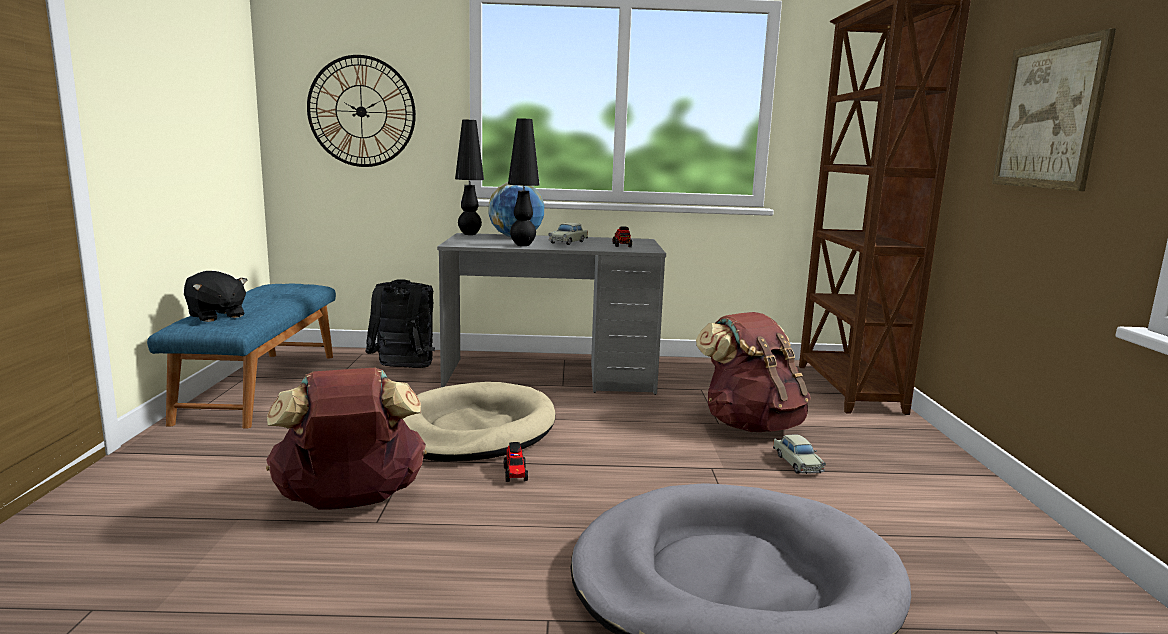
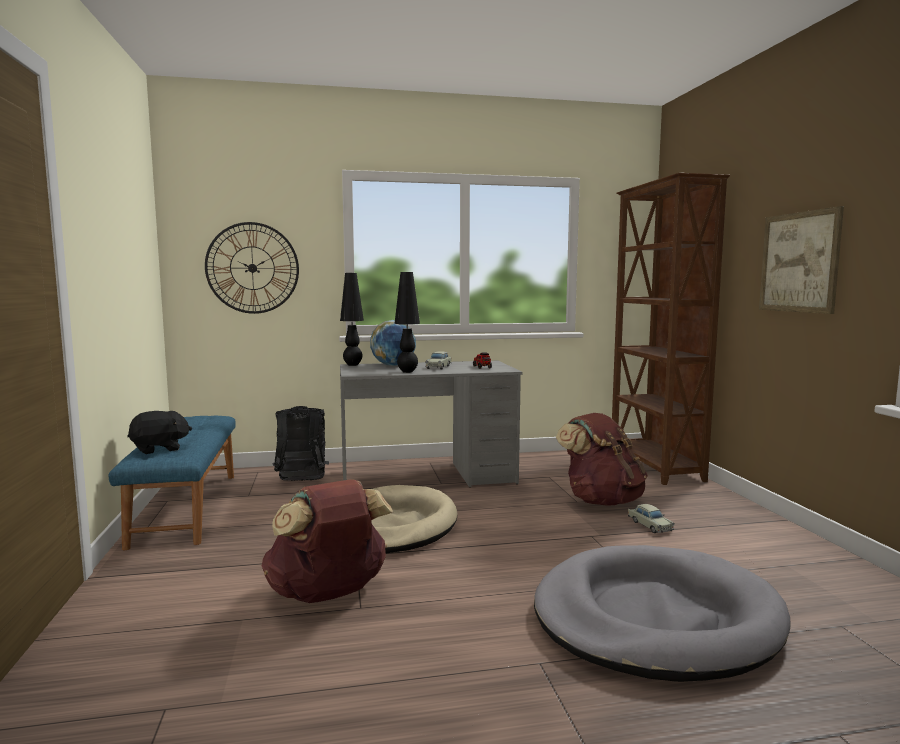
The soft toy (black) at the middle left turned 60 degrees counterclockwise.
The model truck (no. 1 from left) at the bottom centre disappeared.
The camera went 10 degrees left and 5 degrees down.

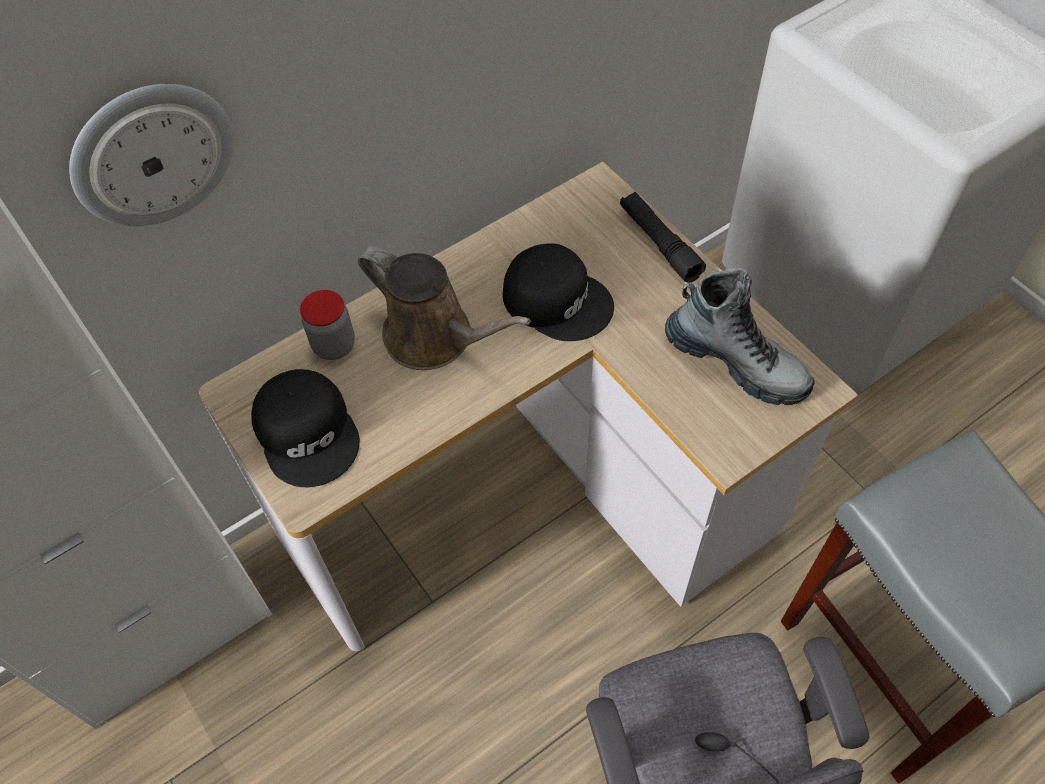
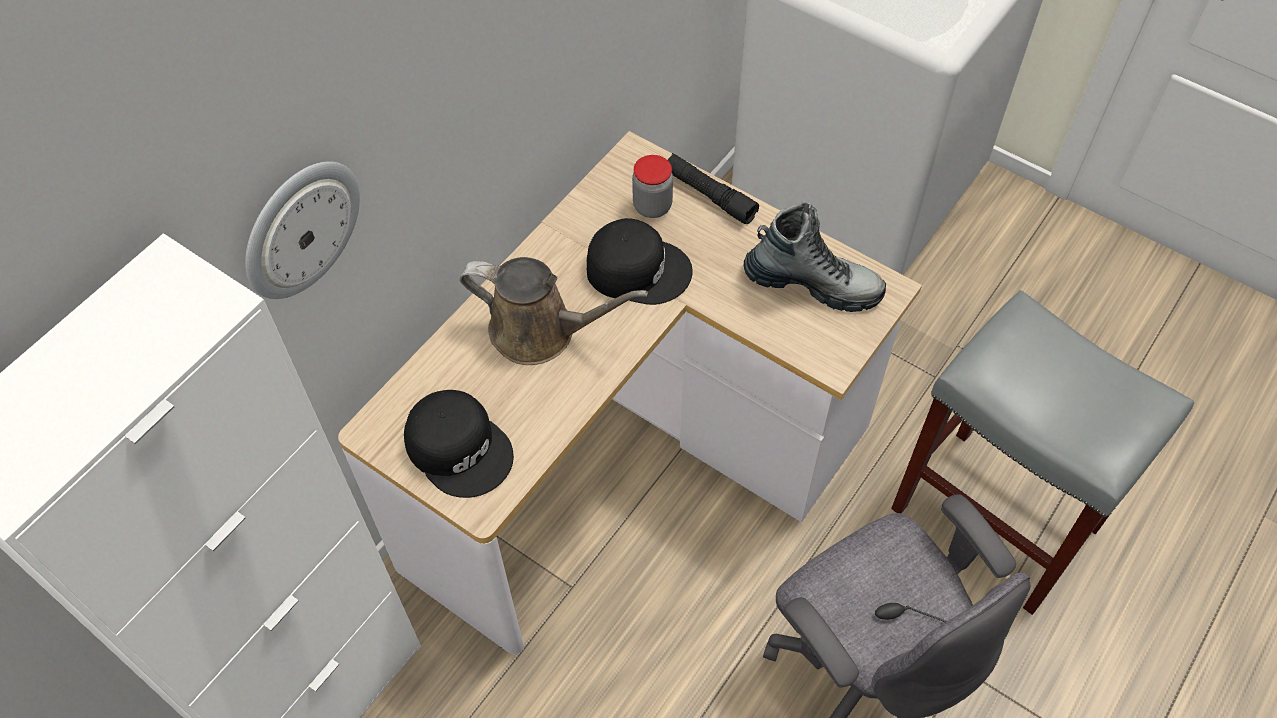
The preserve jar moved from the middle left to the top centre.
The camera went 20 degrees left and 0 degrees up.

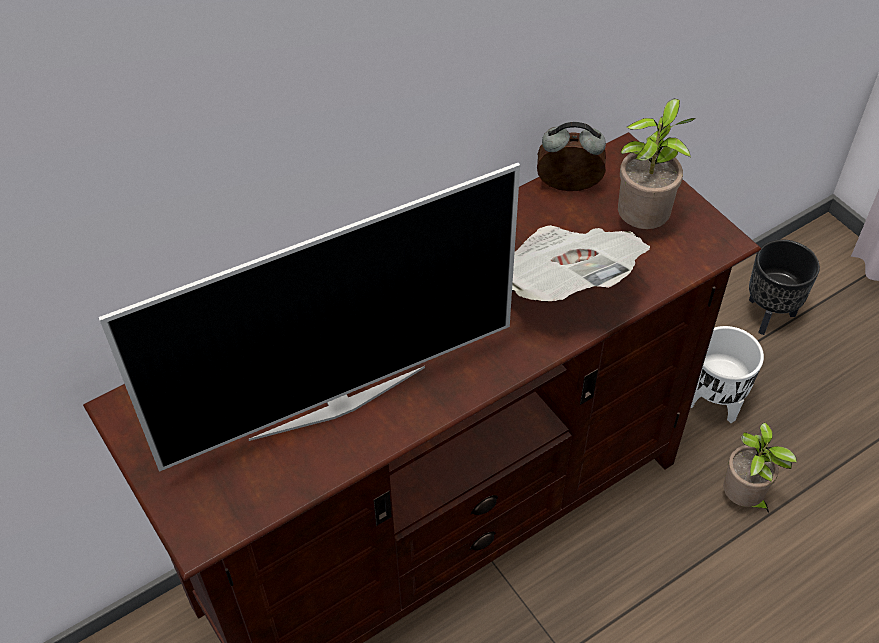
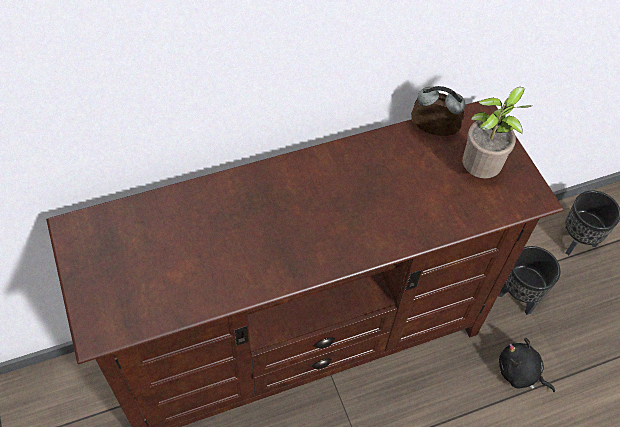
The TV at the centre disappeared.
The newspaper at the centre disappeared.
The planter (whitish) at the middle right became the planter (black) (no. 1 from left) at the middle right.
The plant in a pot (no. 2 from left) at the bottom right was replaced by the soft toy (black) at the bottom right.
The camera went 10 degrees right and 5 degrees up.

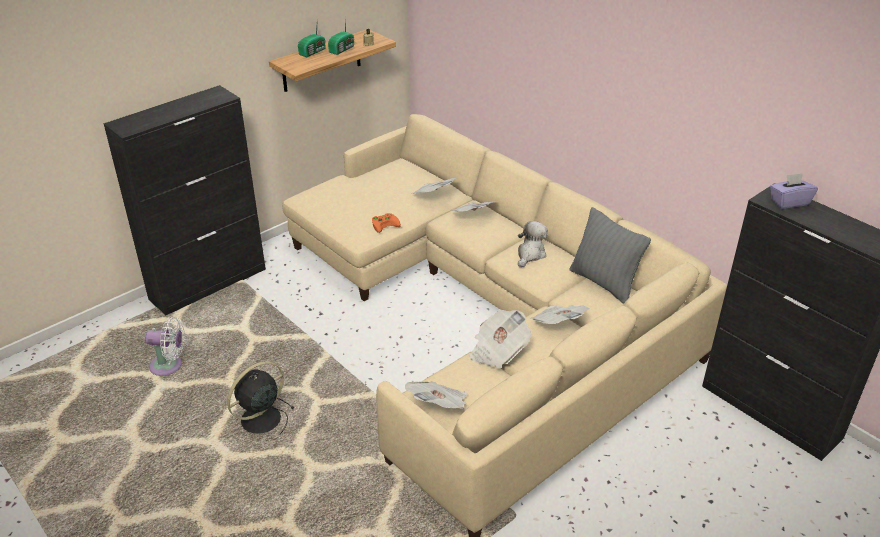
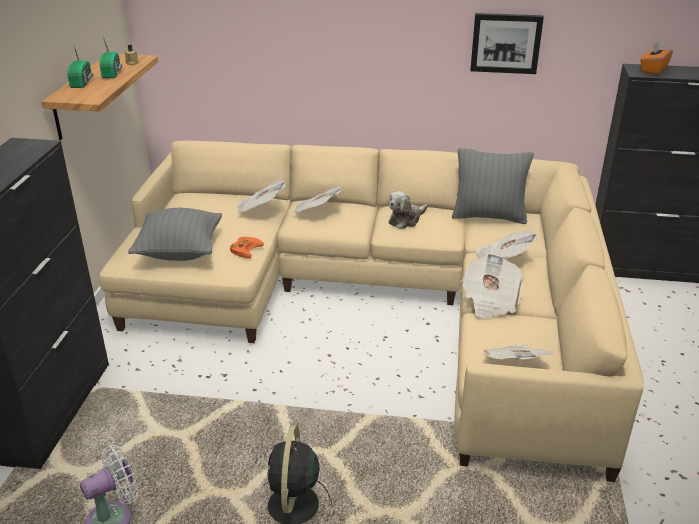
The soft toy at the centre turned 120 degrees counterclockwise.
The box of tissues (purple-coloured) at the middle right became the box of tissues (orange) at the top right.
The cushion (gray) (no. 1 from left) at the middle left appeared.
The picture at the top right appeared.
The camera went 40 degrees left and 5 degrees down.

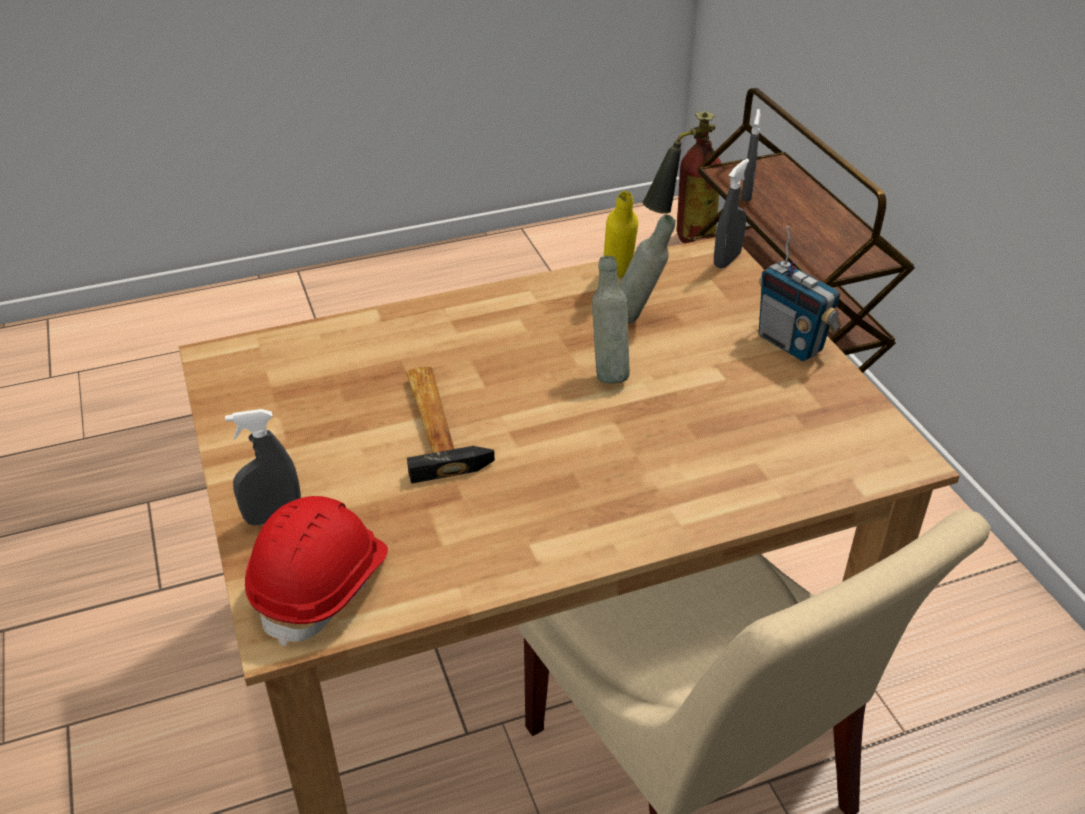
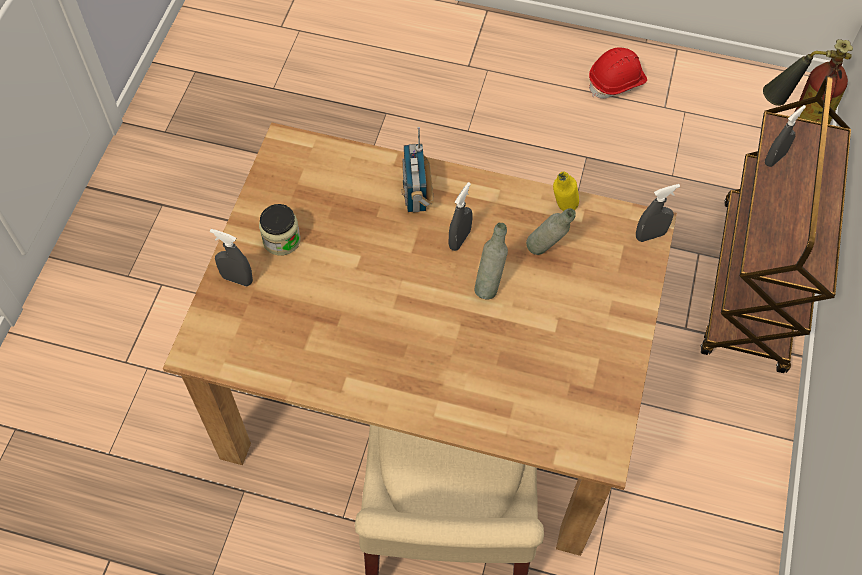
The hard hat (reddish) moved from the bottom left to the top right.
The hammer at the centre disappeared.
The radio set moved from the middle right to the top centre.
The preserve jar at the middle left appeared.
The spray bottle (gray) (no. 2 from left) at the centre appeared.
The camera went 35 degrees right and 20 degrees up.

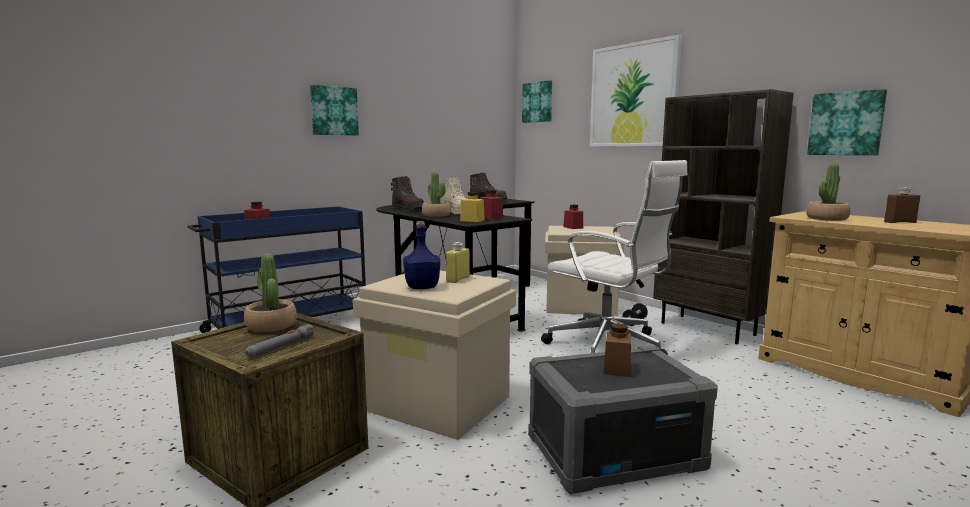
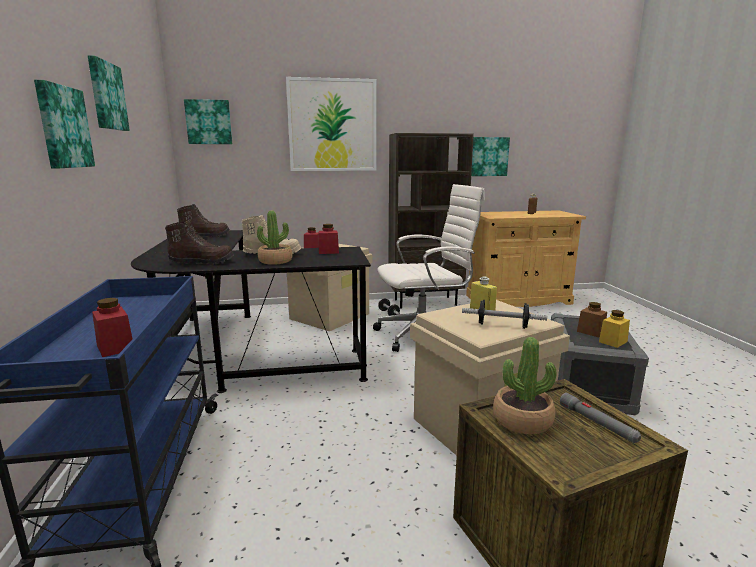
The bottle (bluish) at the centre was replaced by the dumbbell (no. 2 from left) at the middle right.
The preserve jar (yellow-coloured) moved from the centre to the middle right.
The plant in a pot (no. 3 from left) at the middle right disappeared.
The picture (no. 2 from left) at the top left appeared.
The camera went 60 degrees left and 5 degrees up.

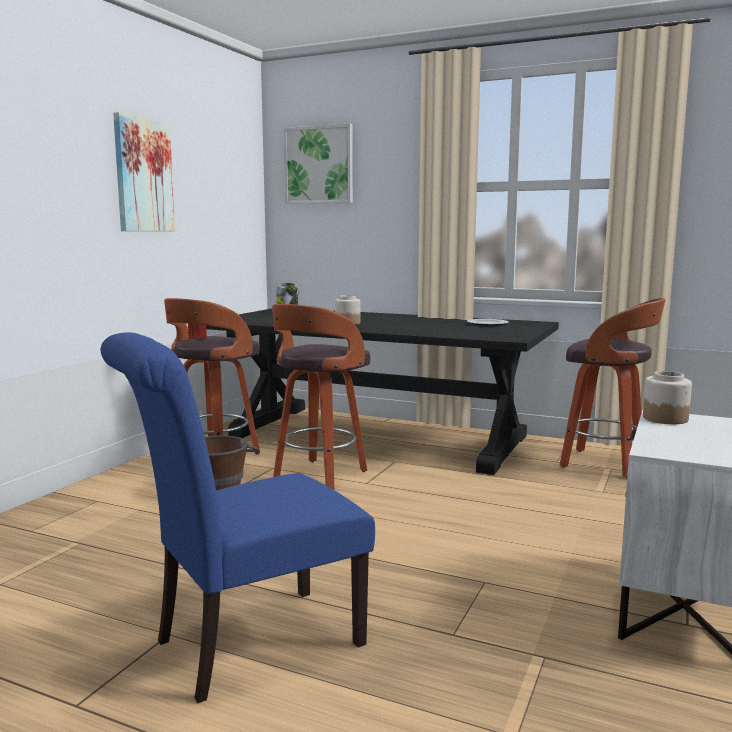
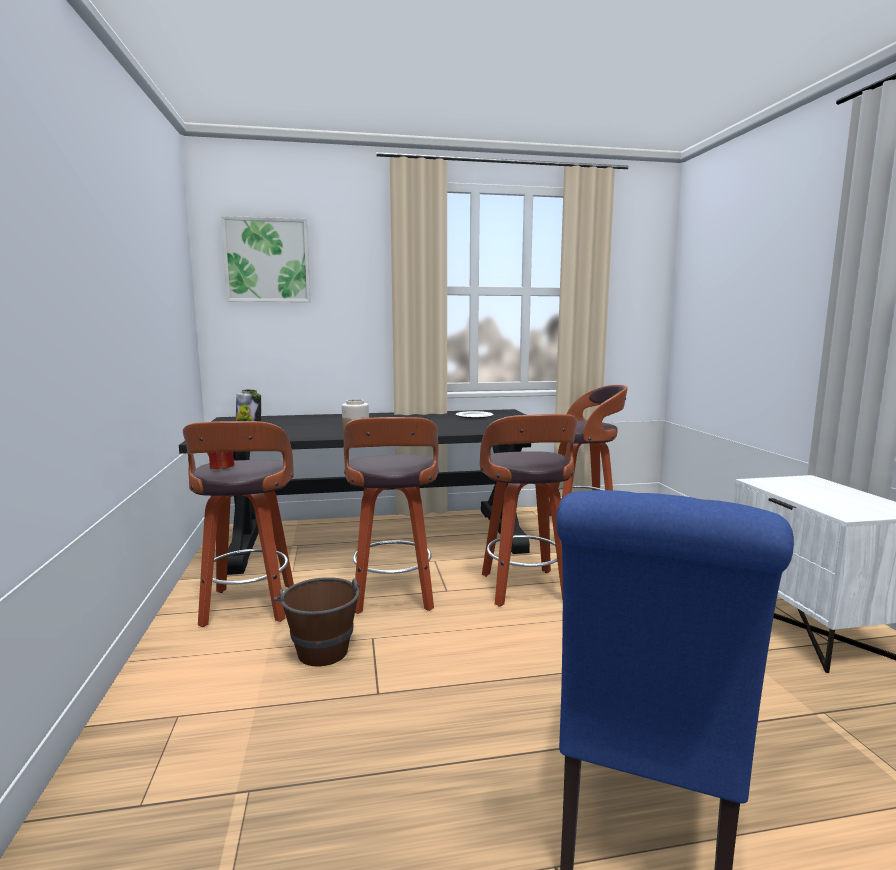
The picture (no. 1 from left) at the top left disappeared.
The preserve jar (no. 3 from left) at the middle right disappeared.
The sitting stool (no. 3 from left) at the centre appeared.
The camera went 35 degrees left and 0 degrees up.

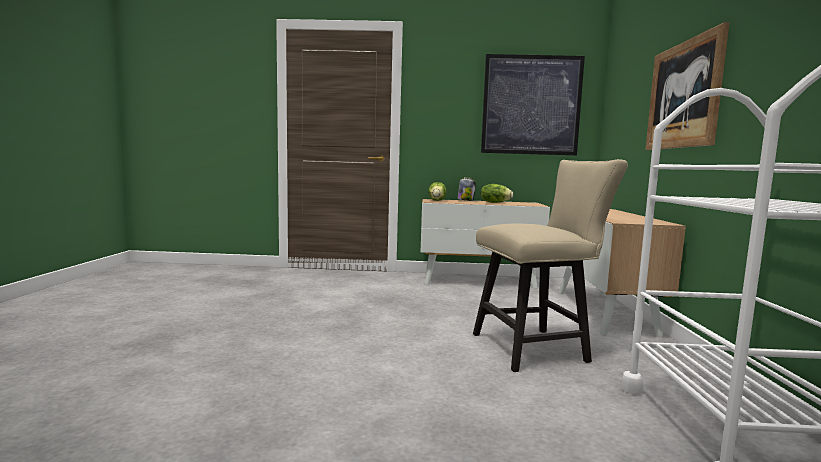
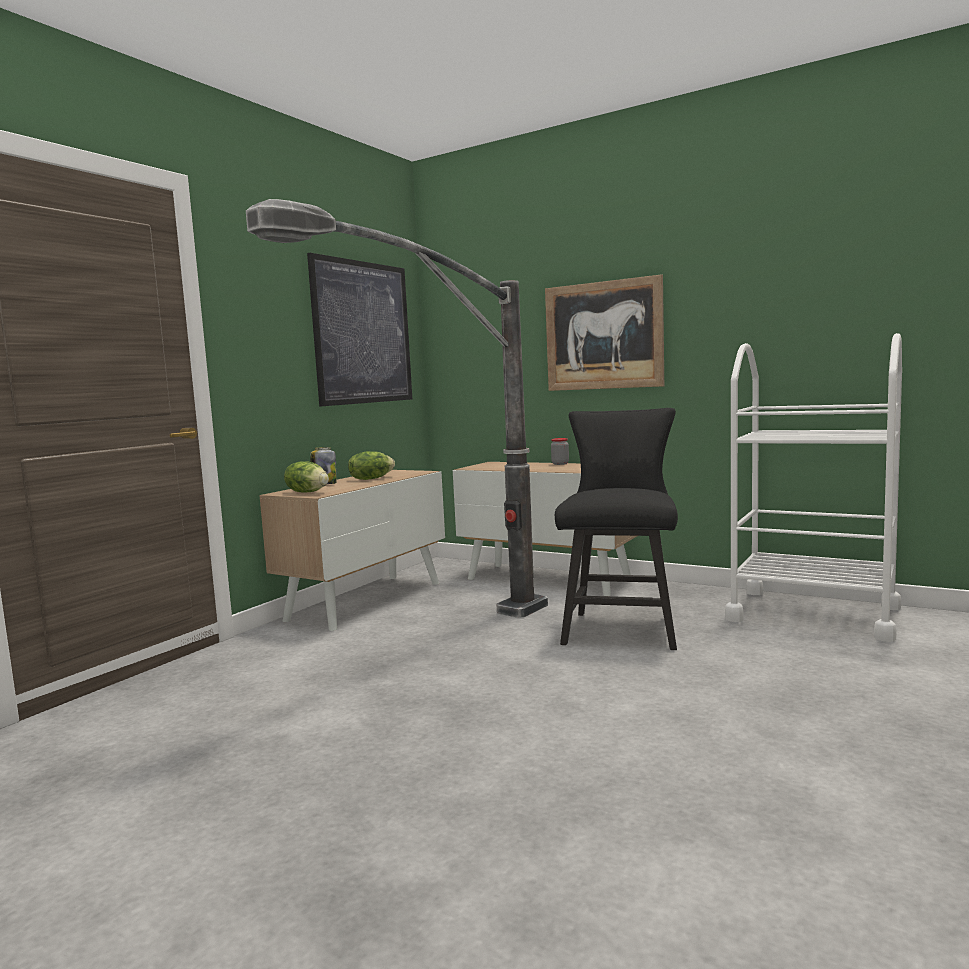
The chair (sand-coloured) at the middle right became the chair (black) at the centre.
The standing lamp at the centre appeared.
The preserve jar (no. 2 from left) at the centre appeared.
The camera went 60 degrees left and 0 degrees up.

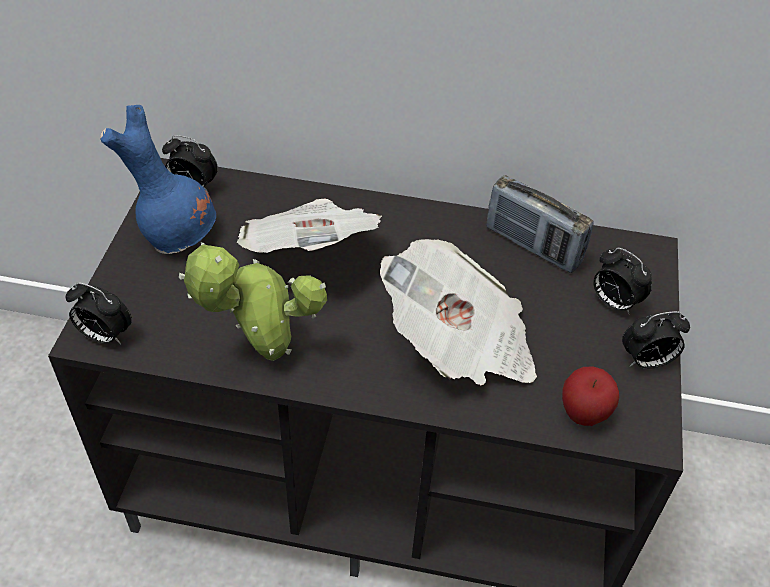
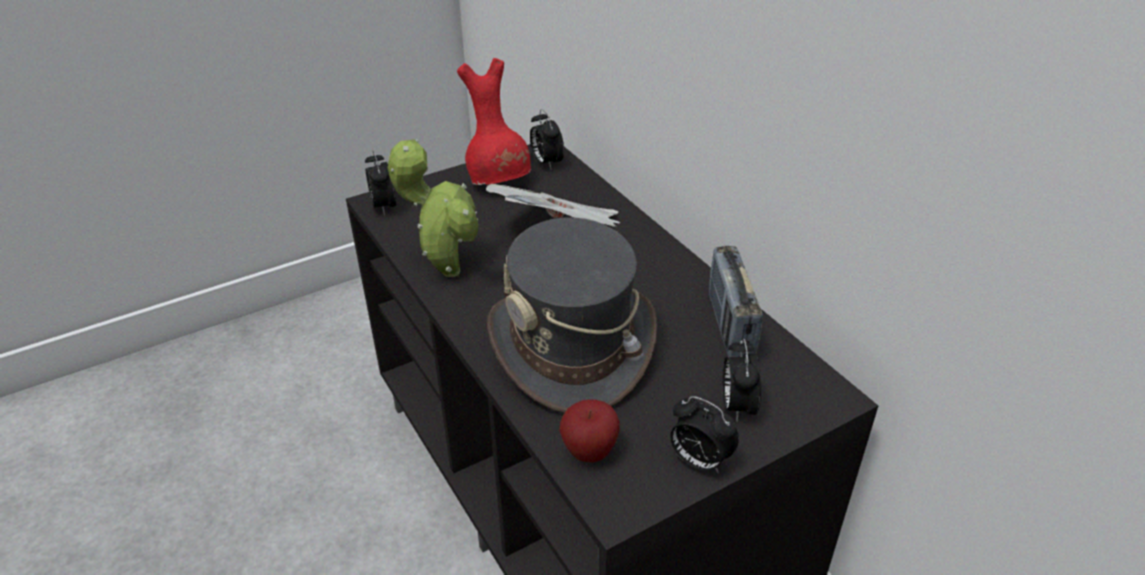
The vase (bluish) at the top left became the vase (reddish) at the top centre.
The newspaper (no. 2 from left) at the centre was replaced by the wearable hat (gray) at the centre.
The camera went 50 degrees right and 10 degrees down.

